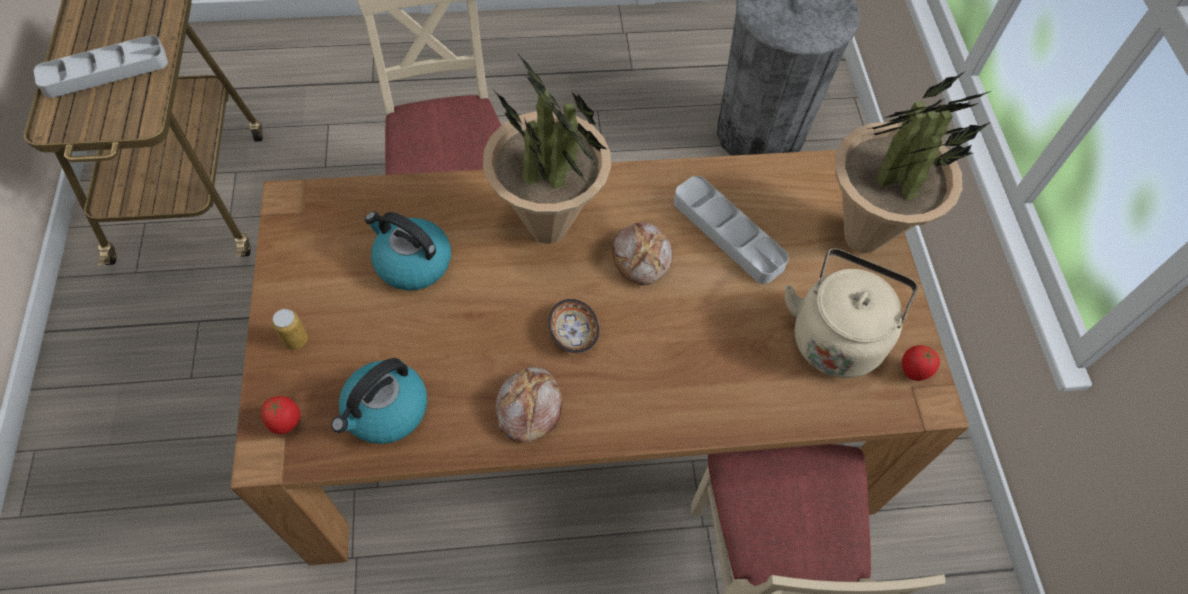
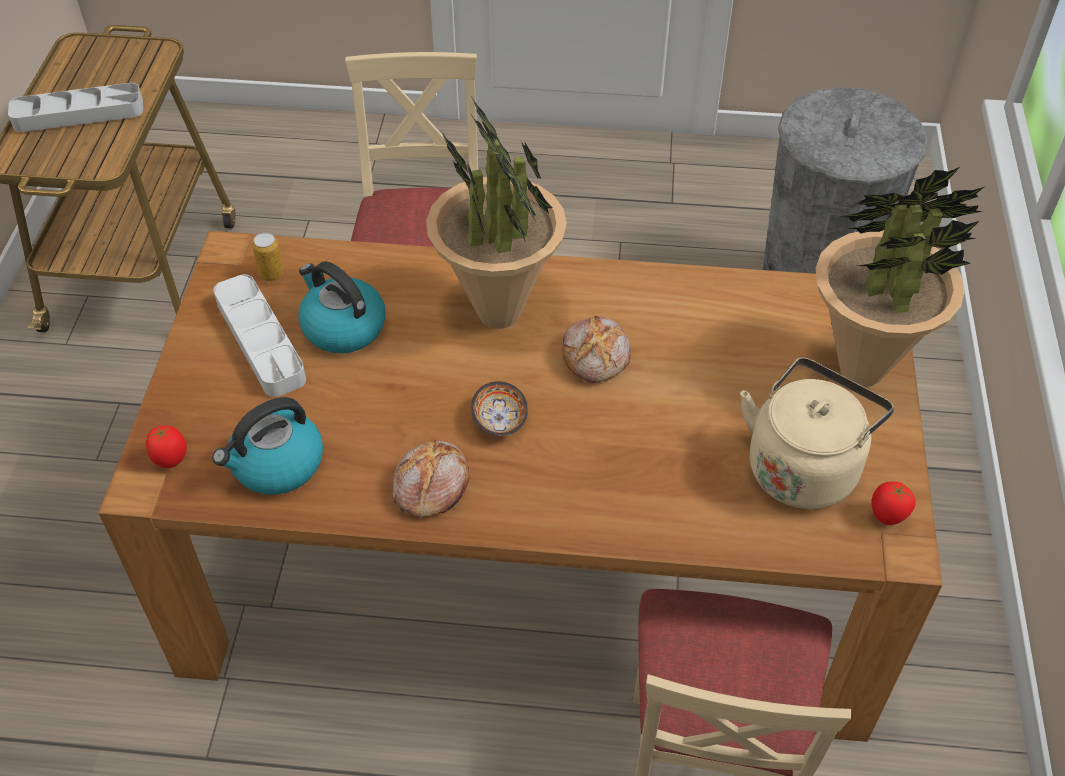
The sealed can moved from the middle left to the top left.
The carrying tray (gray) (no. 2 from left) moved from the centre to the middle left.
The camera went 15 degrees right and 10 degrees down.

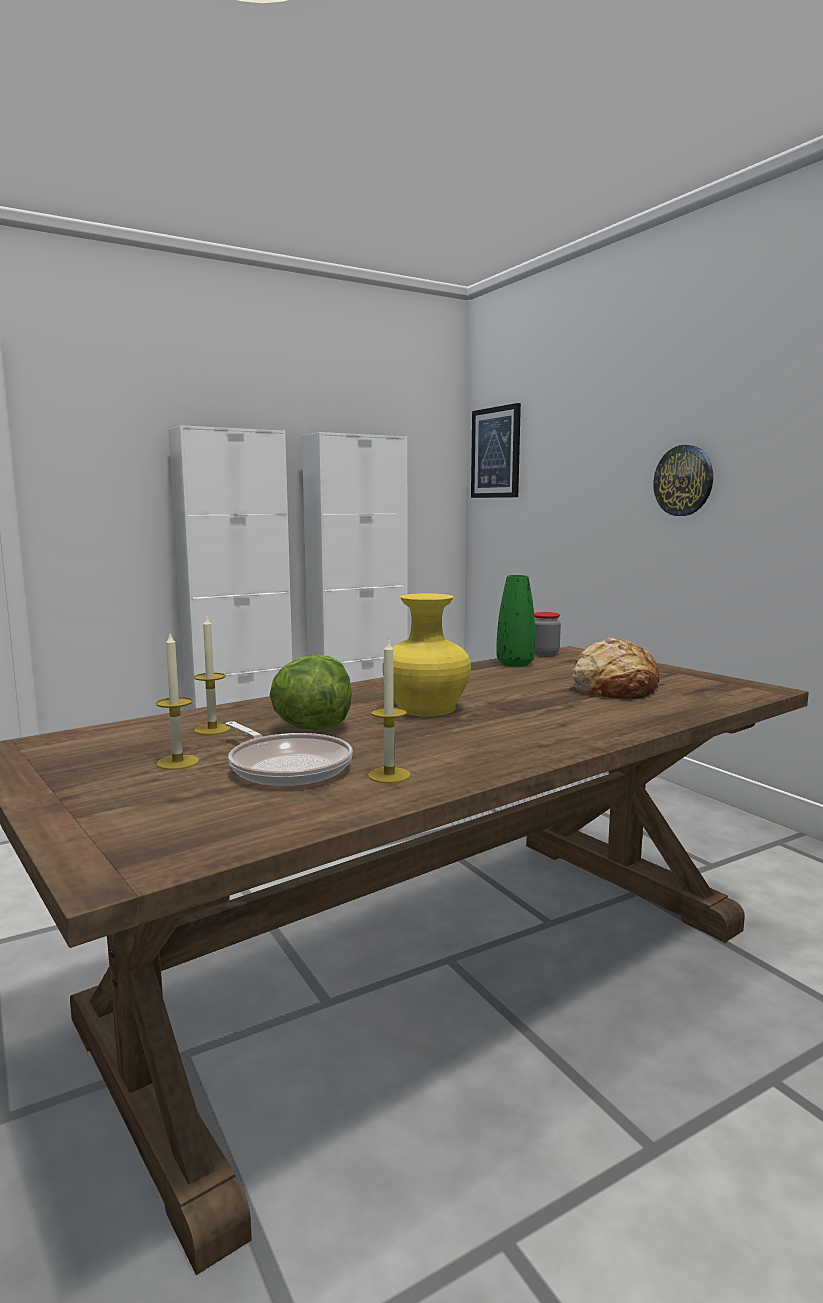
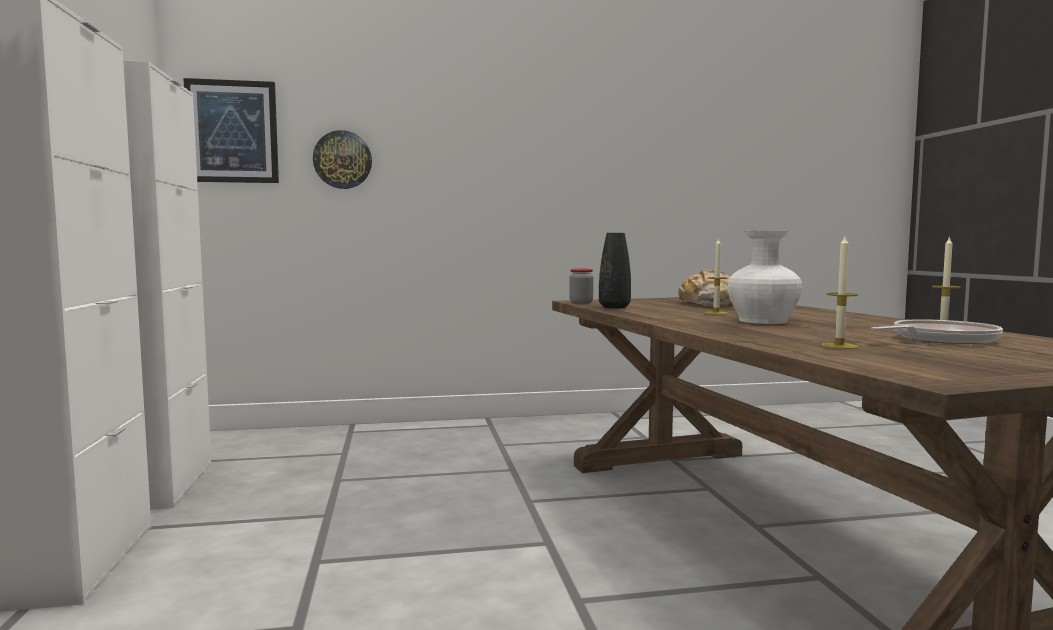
The wax light (no. 1 from left) moved from the middle left to the middle right.
The lettuce at the centre disappeared.
The vase (yellow-coloured) at the centre became the vase (whitish) at the middle right.
The vase (green-coloured) at the centre became the vase (black) at the centre.
The clock on the wall moved from the middle right to the top left.
The camera went 70 degrees left and 5 degrees down.

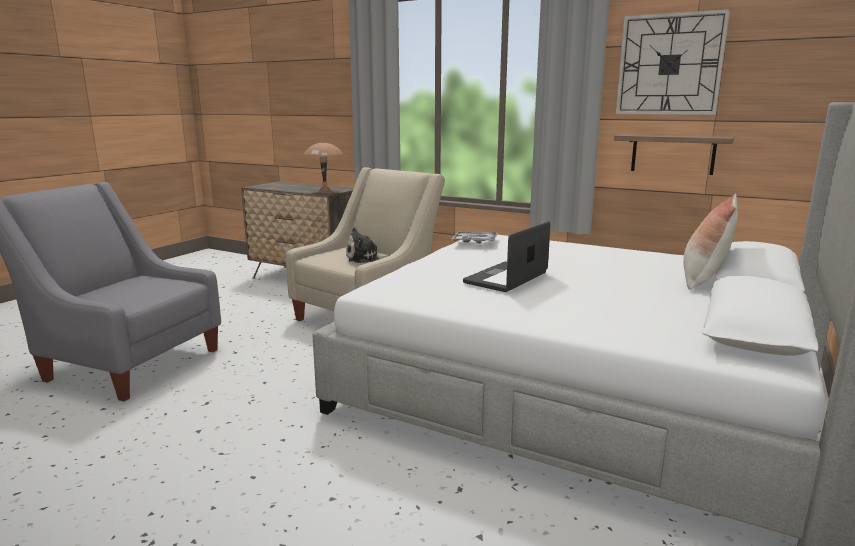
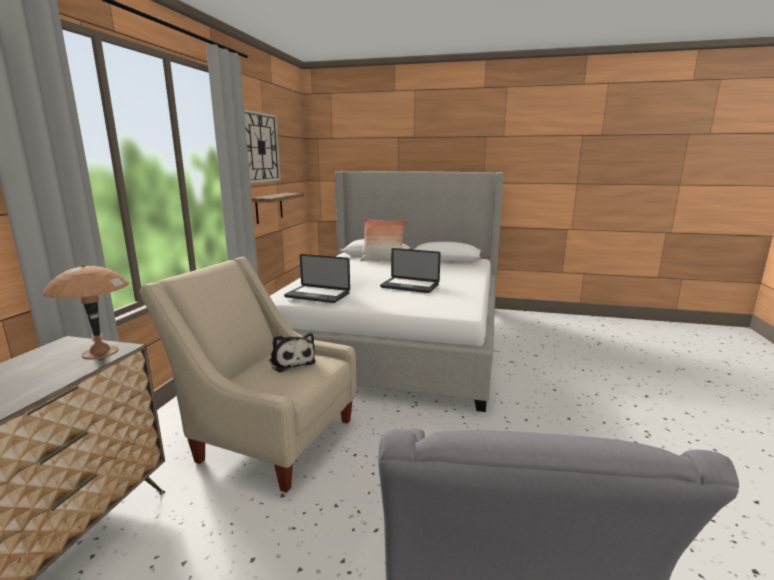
The carrying tray at the centre was replaced by the portable computer (no. 1 from left) at the centre.
The camera went 105 degrees left and 0 degrees up.

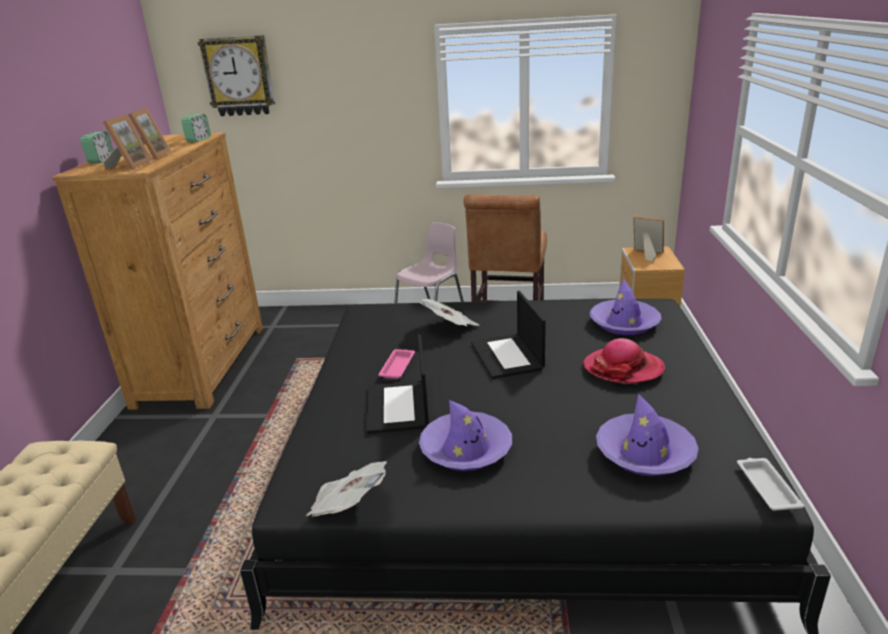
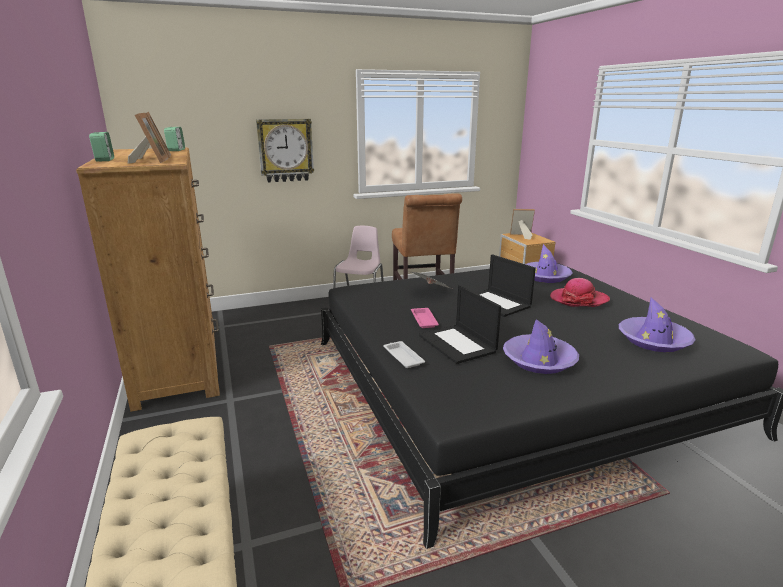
The clock on the wall moved from the top left to the top centre.
The newspaper (no. 1 from left) at the bottom centre disappeared.
The carrying tray (whitish) moved from the bottom right to the centre.
The camera went 25 degrees left and 5 degrees down.

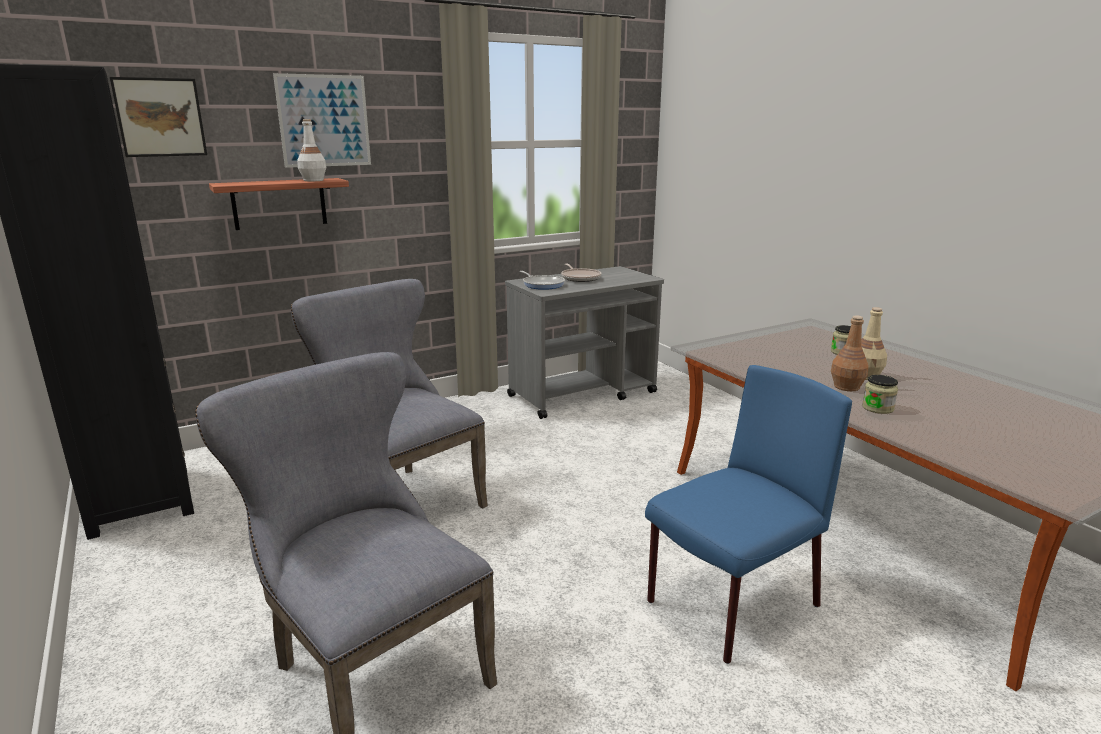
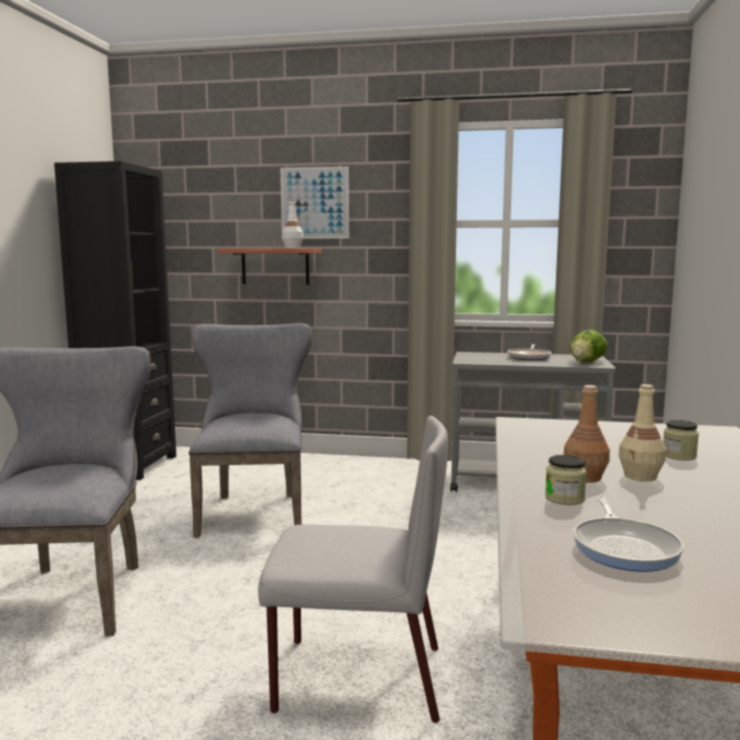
The picture (no. 1 from left) at the top left disappeared.
The frying pan (no. 1 from left in the first image) moved from the centre to the bottom right.
The chair (bluish) at the bottom right became the chair (gray) (no. 3 from left) at the bottom centre.
The lettuce at the middle right appeared.
The camera went 40 degrees right and 10 degrees down.

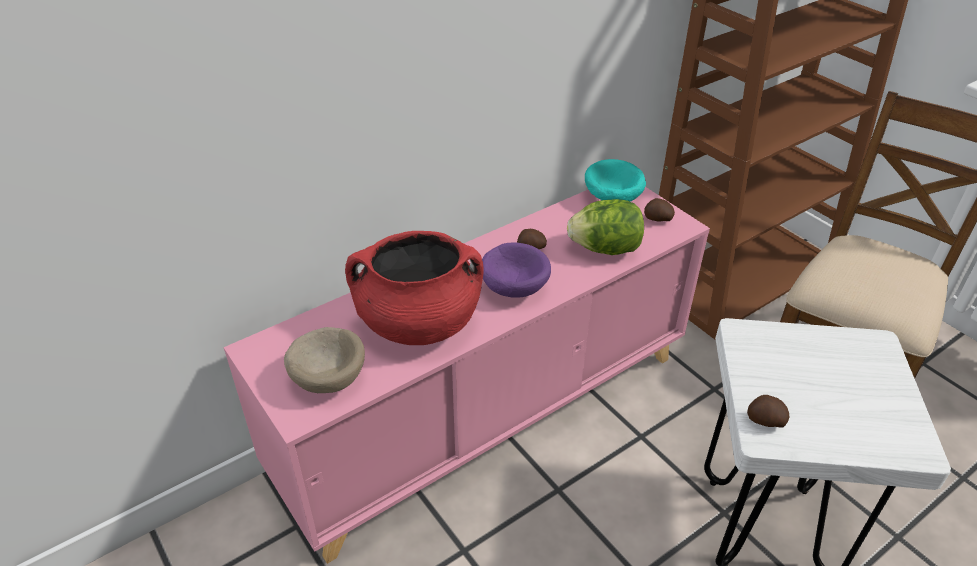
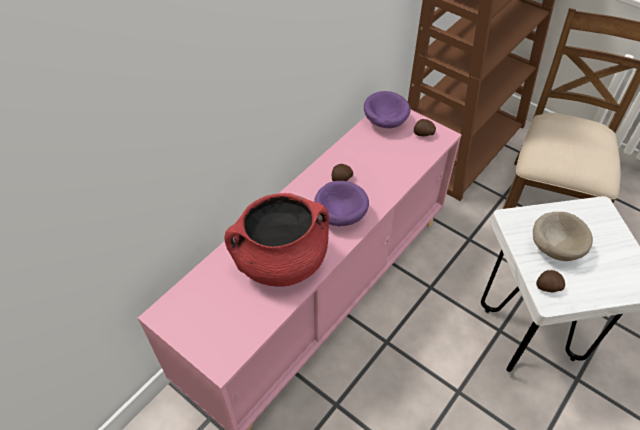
The deep dish (sand-coloured) moved from the middle left to the middle right.
The lettuce at the centre disappeared.
The deep dish (turquoise) at the top centre became the deep dish (purple-coloured) (no. 2 from left) at the top centre.
The camera went 15 degrees left and 10 degrees up.

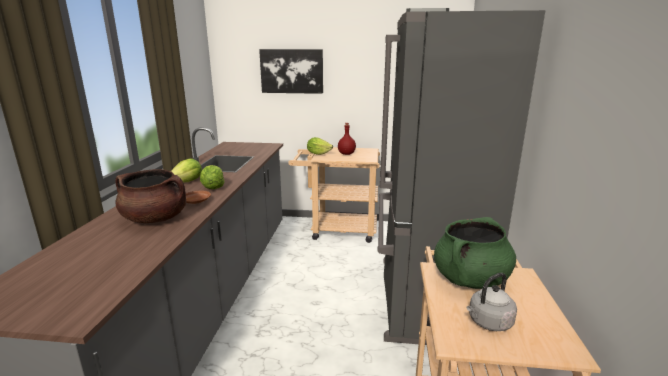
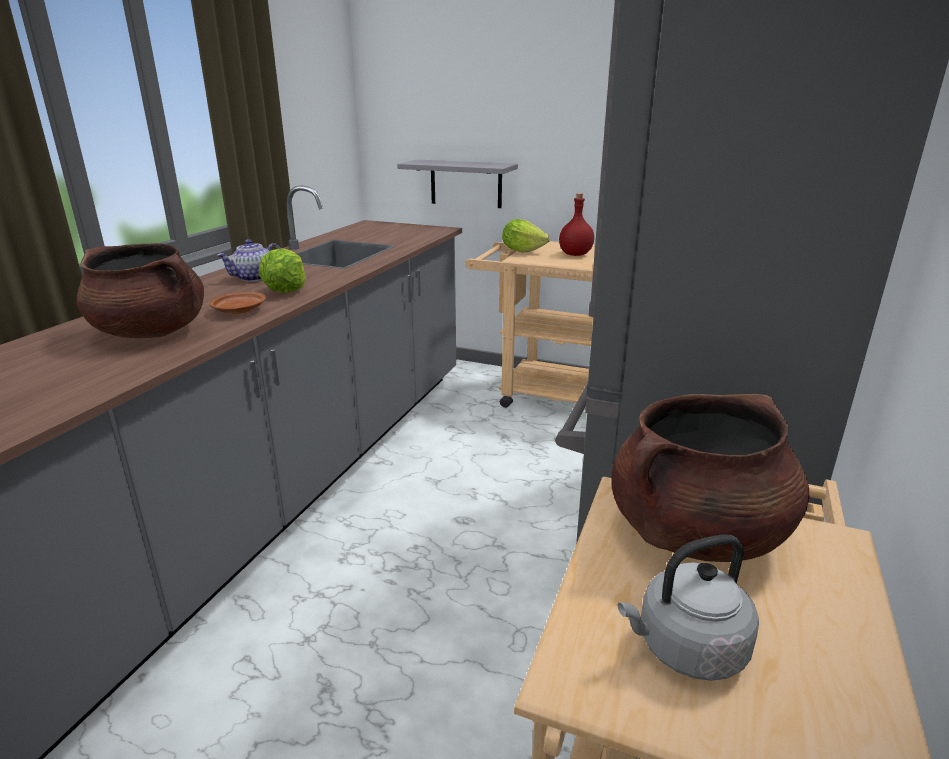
The lettuce (no. 1 from left) at the middle left was replaced by the teapot at the middle left.
The picture at the top centre disappeared.
The saucepot (green-coloured) at the bottom right became the saucepot (brown) (no. 2 from left) at the middle right.
The wall shelf (gray) at the top centre appeared.
The camera went 15 degrees right and 5 degrees up.

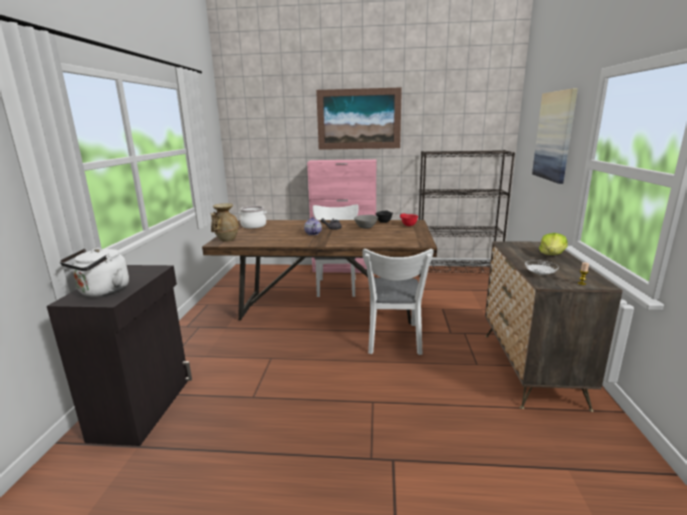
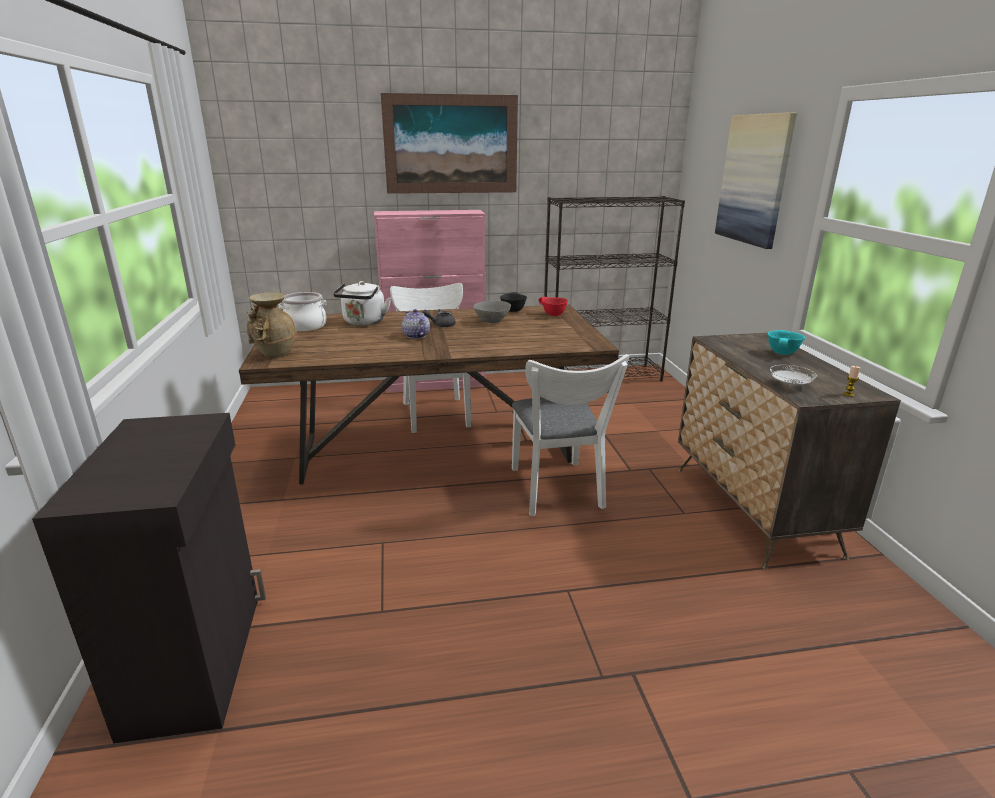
The kettle (whitish) moved from the middle left to the centre.
The lettuce at the middle right was replaced by the deep dish (turquoise) at the middle right.
The camera went 15 degrees left and 5 degrees up.

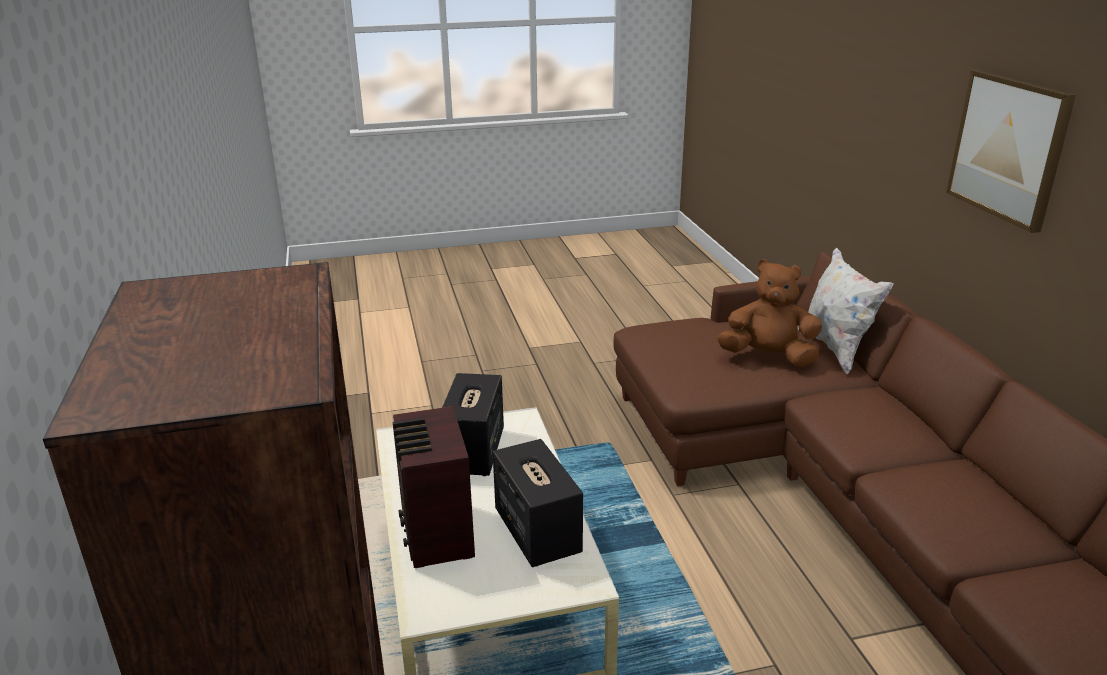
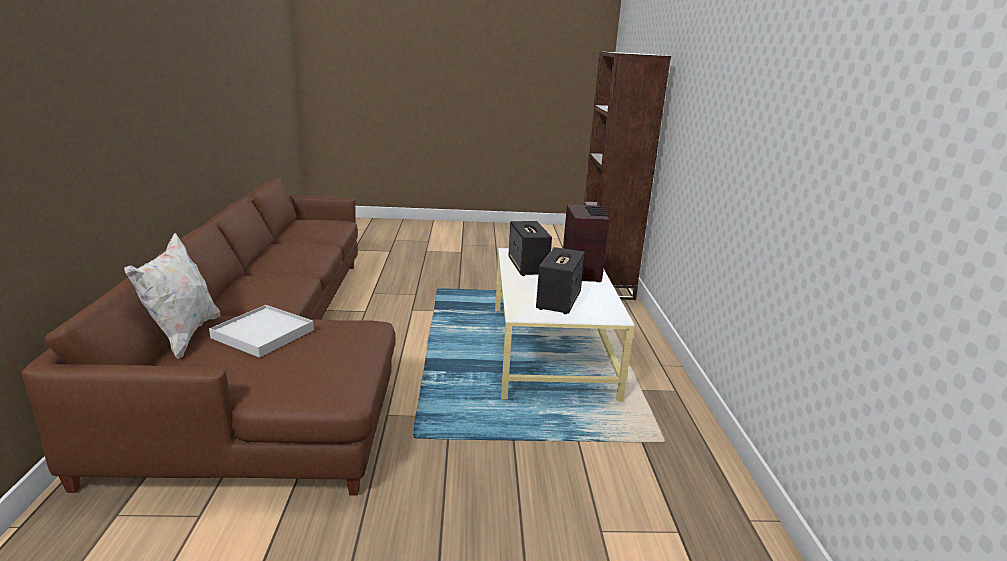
The soft toy (brown) at the middle right was replaced by the carrying tray (whitish) at the middle left.
The picture at the top right disappeared.
The camera went 170 degrees left and 5 degrees down.

